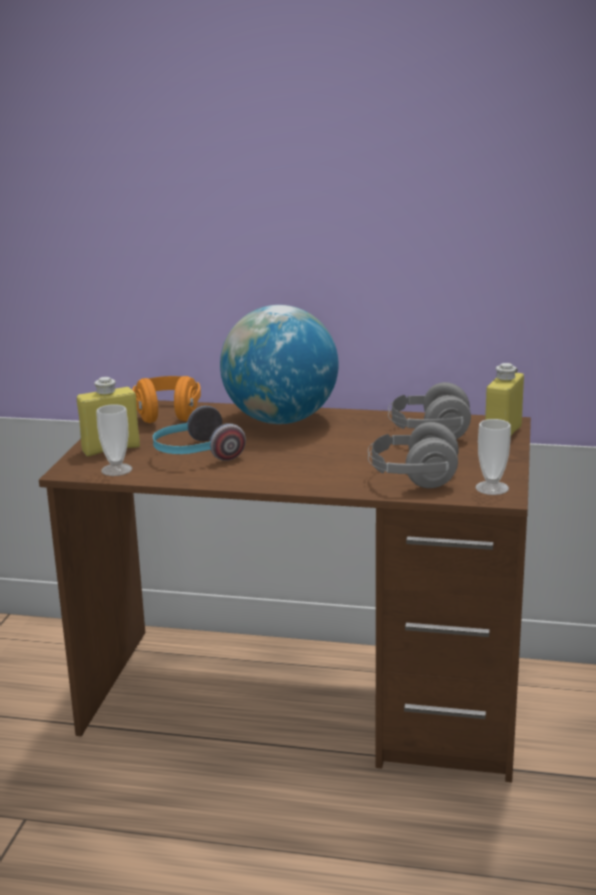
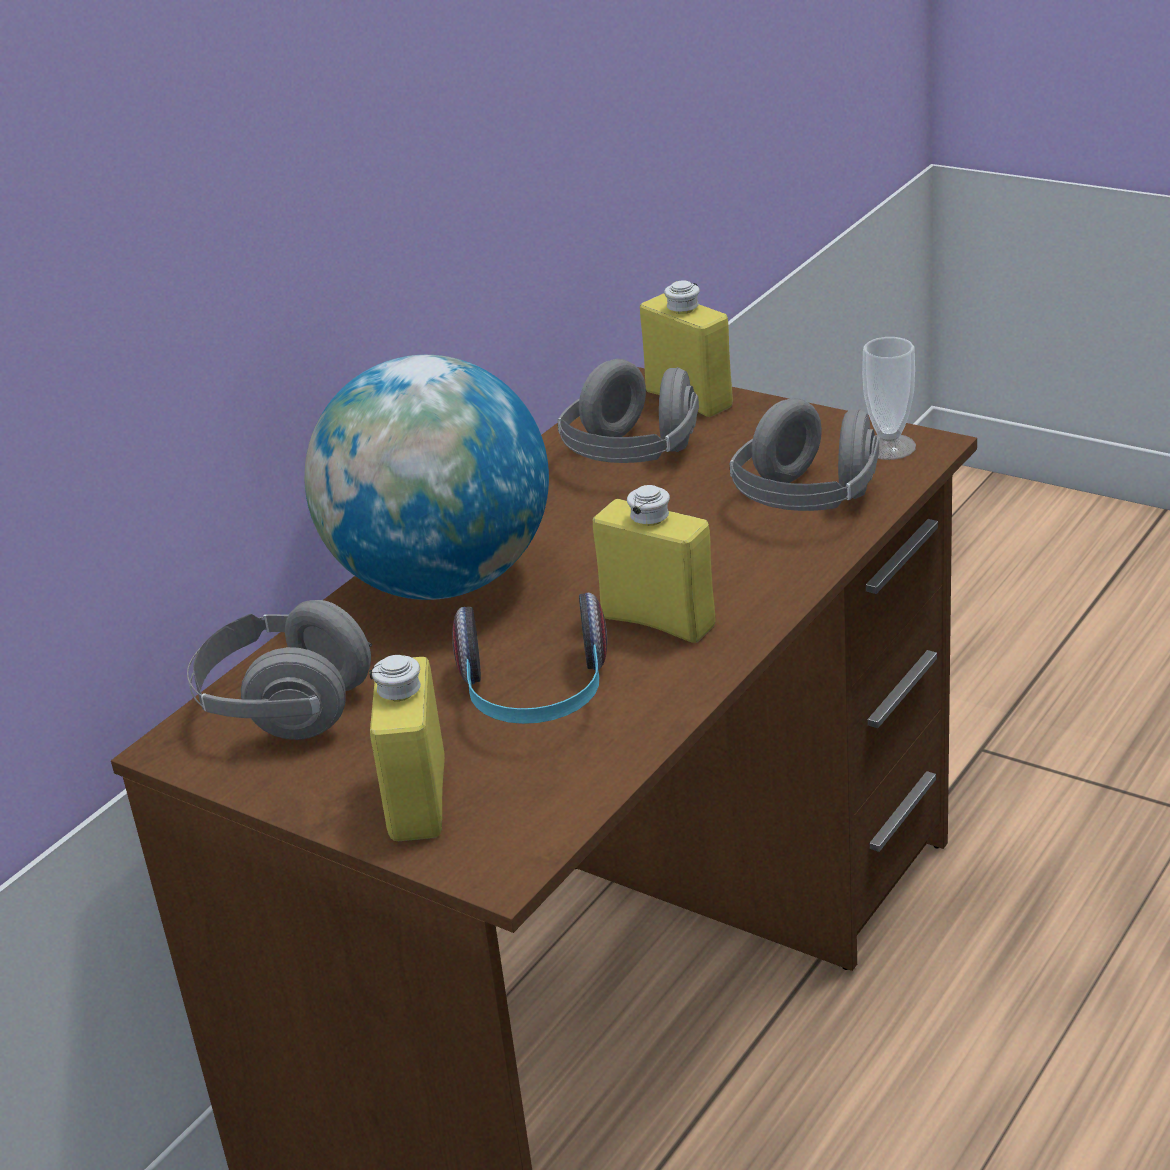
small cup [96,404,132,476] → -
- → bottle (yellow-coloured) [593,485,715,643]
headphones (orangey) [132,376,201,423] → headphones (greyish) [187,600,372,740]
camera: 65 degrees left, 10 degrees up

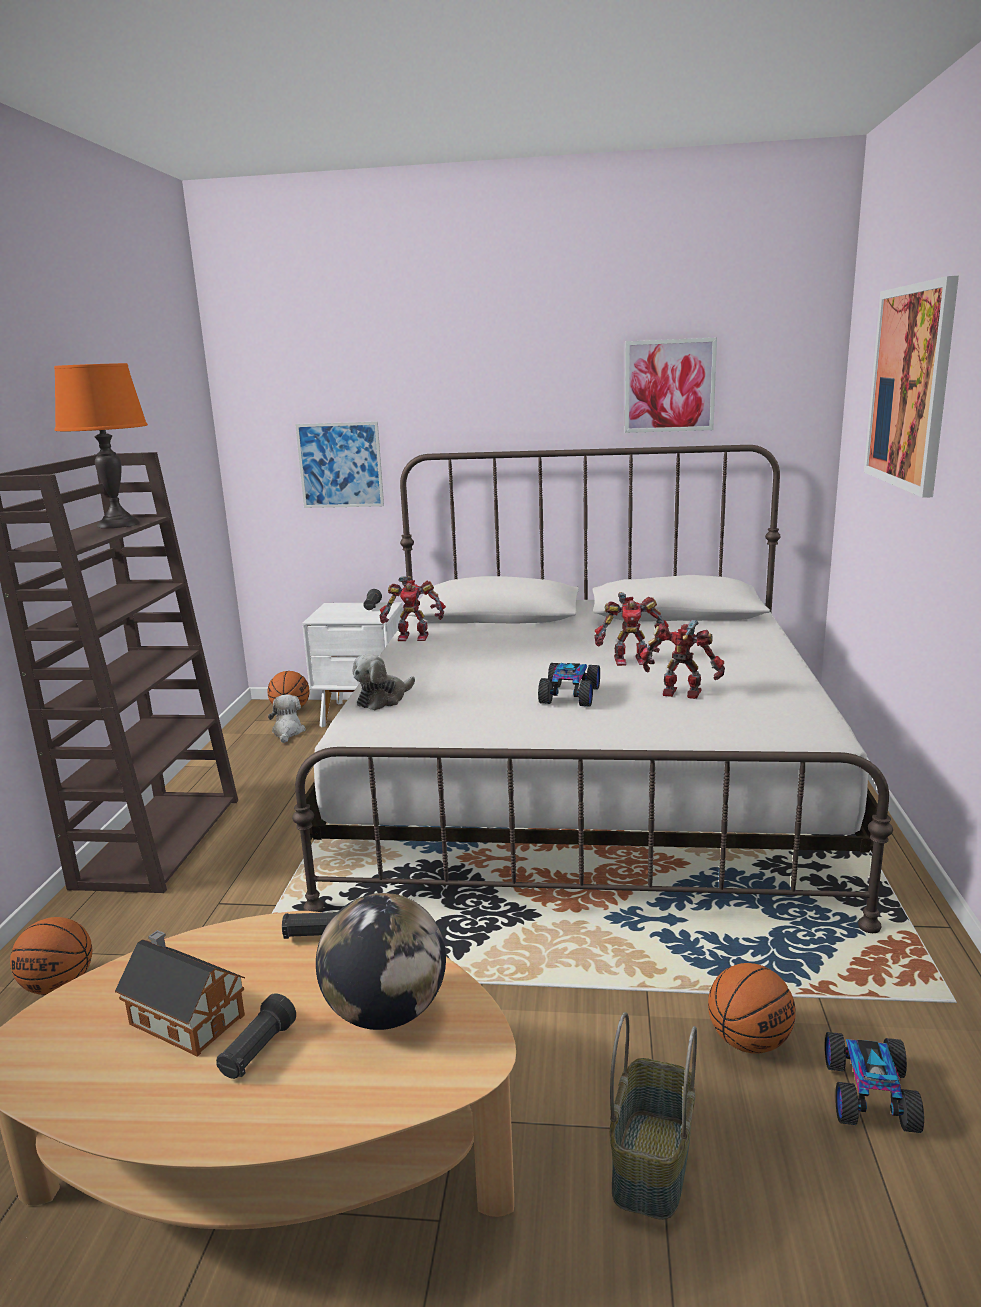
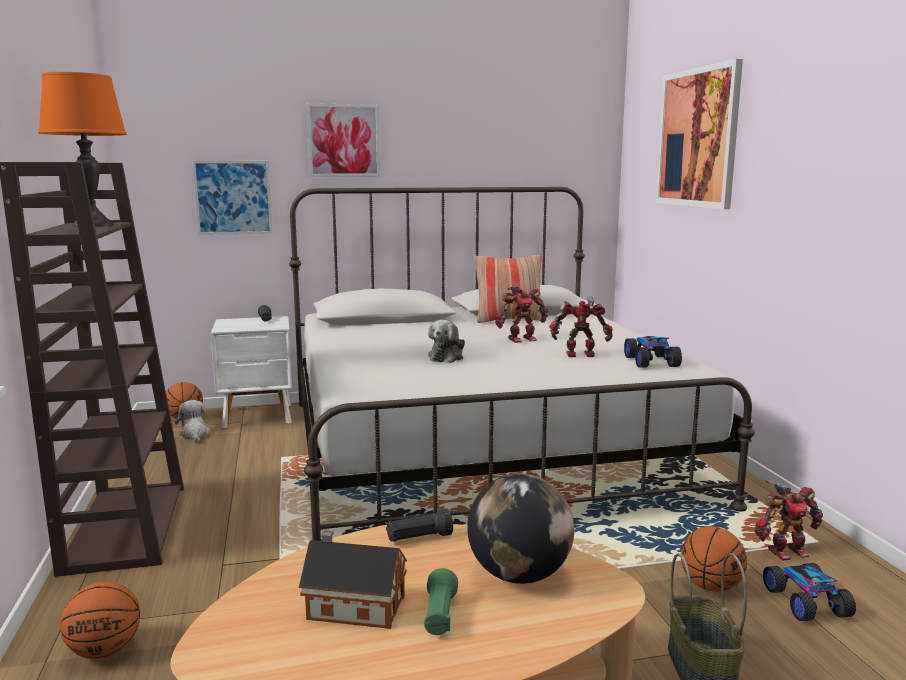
- → throw pillow [474,255,542,323]
soft toy [352,654,415,710] → soft toy [428,320,465,363], shifted
robot figure [379,576,446,641] → robot figure [755,480,823,561], shifted
model car [538,663,600,707] → model car [624,336,682,368], shifted
wall picture [625,338,717,433] → wall picture [306,103,380,177], shifted
hand torch (black) [216,994,296,1079] → hand torch (green) [424,568,458,635]
camera: 20 degrees left, 5 degrees down

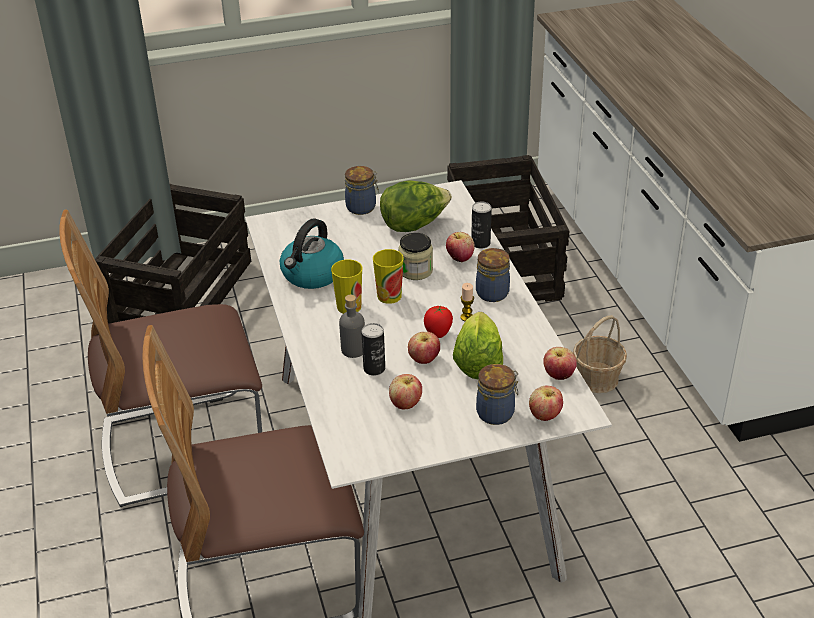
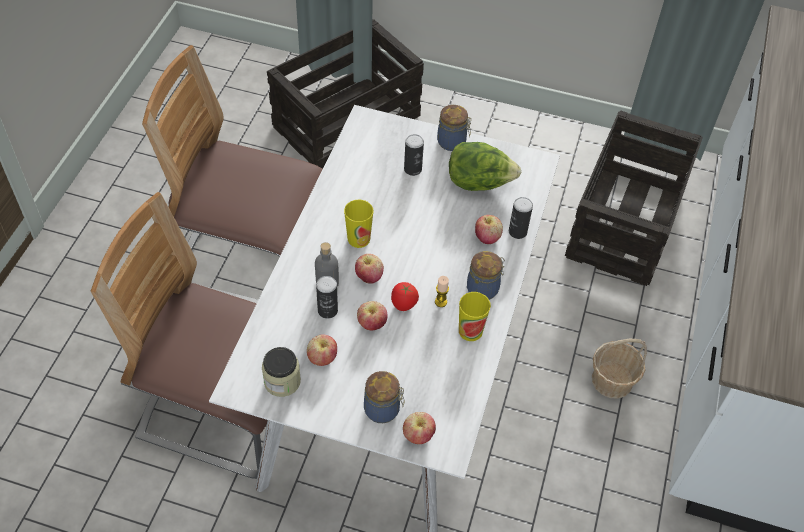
kettle [280,218,344,289] → -
lettuce [453,312,503,379] → -
- → can [404,134,424,176]
small cup [373,249,404,304] → small cup [459,292,491,341], shifted
preserve jar [398,233,433,280] → preserve jar [262,347,301,397], shifted
apple [543,347,577,380] → apple [355,254,384,284], shifted
camera: 30 degrees right, 15 degrees up

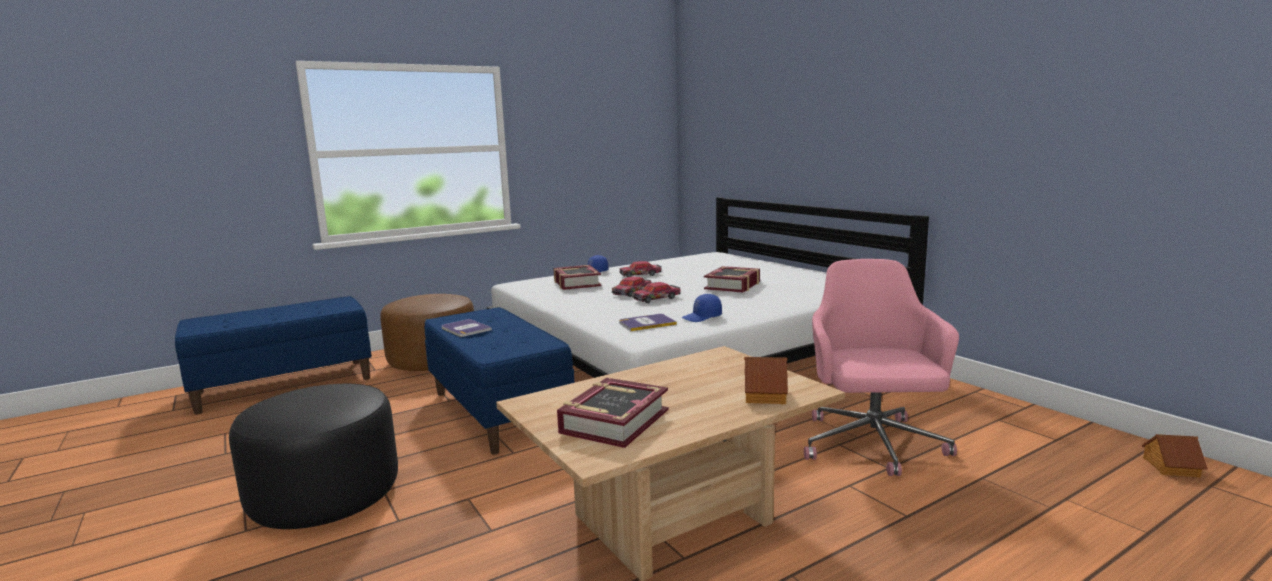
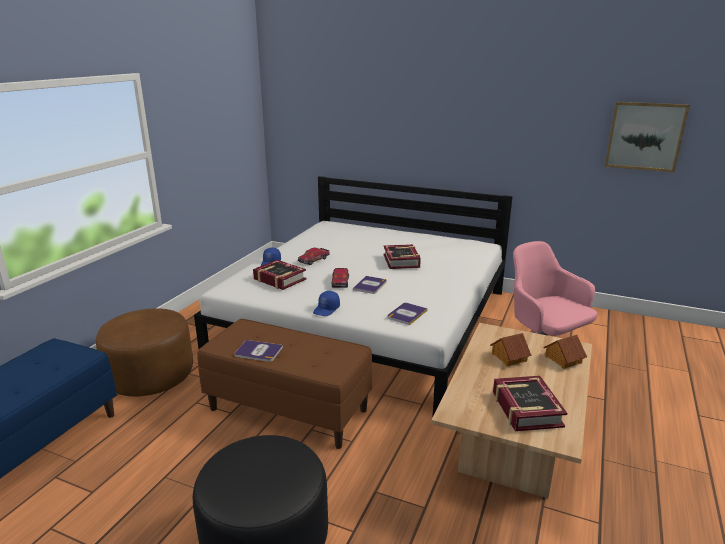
- → wall picture [605,102,690,172]
baseball cap (blue-coloured) [682,294,722,322] → baseball cap (blue-coloured) [313,291,340,316], shifted
model house [1142,434,1208,478] → model house [490,333,532,366], shifted
model car [632,282,681,303] → bound book [353,276,387,294]
long seat (blue-coloured) [425,307,575,455] → long seat (brown) [197,319,372,449]
camera: 35 degrees left, 10 degrees up

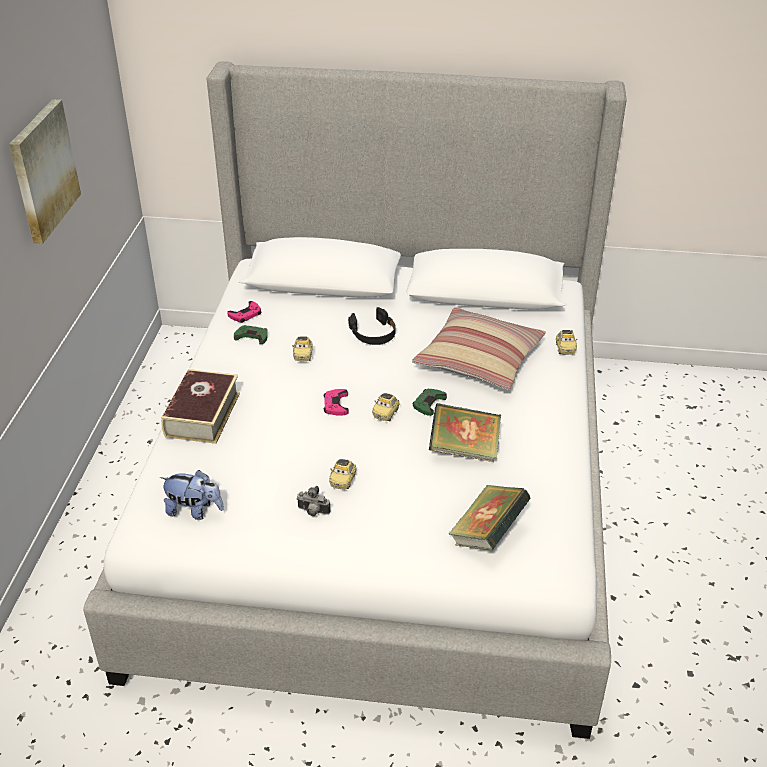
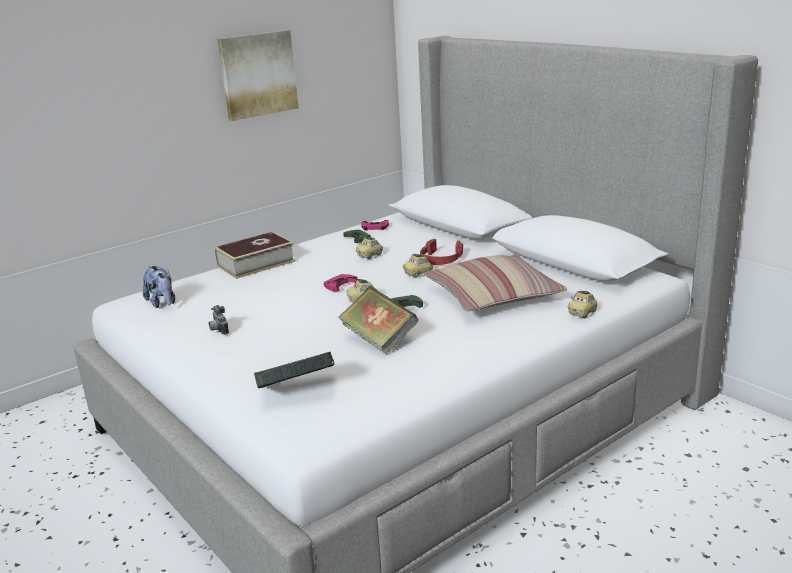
model car [329,459,357,489] → model car [403,254,433,278], shifted
headphones (black) [348,307,396,345] → headphones (red) [420,239,463,265]
camera: 45 degrees right, 15 degrees down

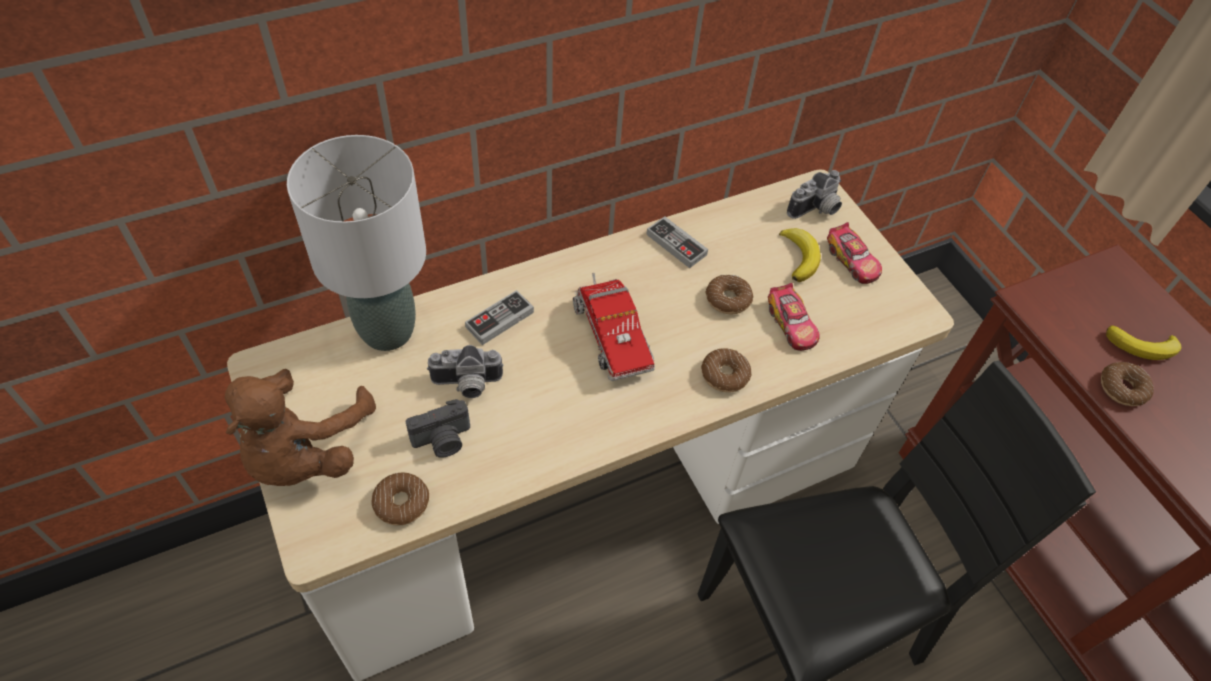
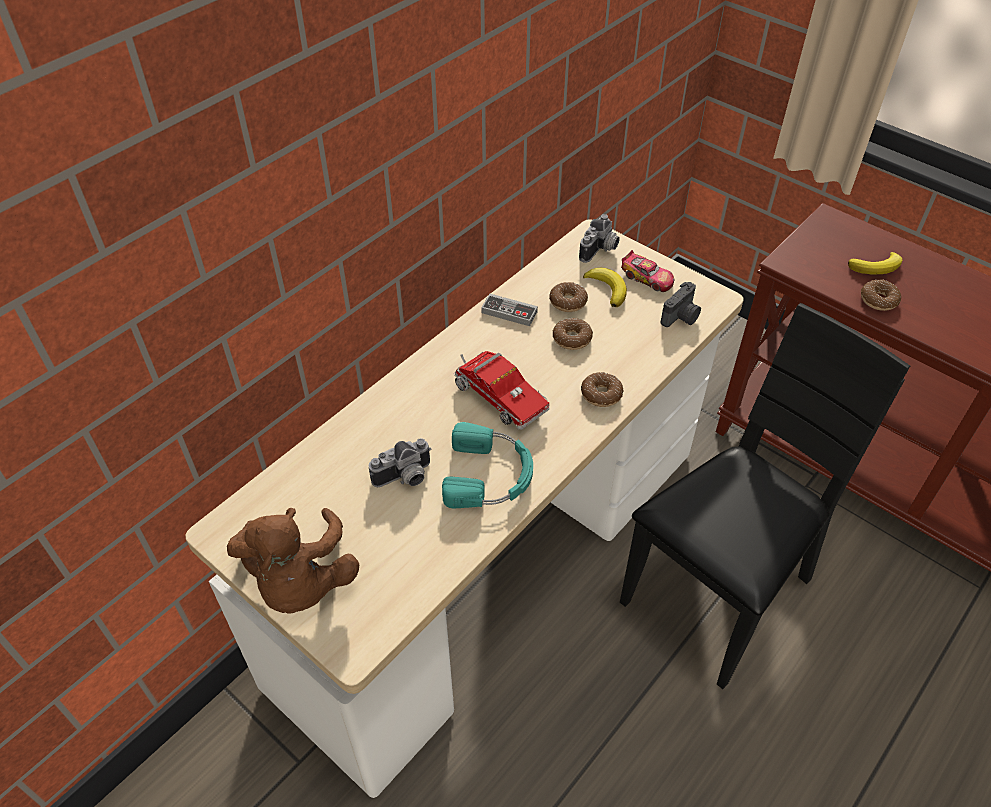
tabletop lamp (greyish) [287,135,426,351] → -
game controller [465,290,534,345] → -
model car [768,283,820,351] → -
- → headphones (turquoise) [442,422,533,508]
donut [371,473,429,525] → donut [549,282,588,312], shifted
photo camera [406,399,470,458] → photo camera [660,282,701,327], shifted
camera: 20 degrees left, 5 degrees down

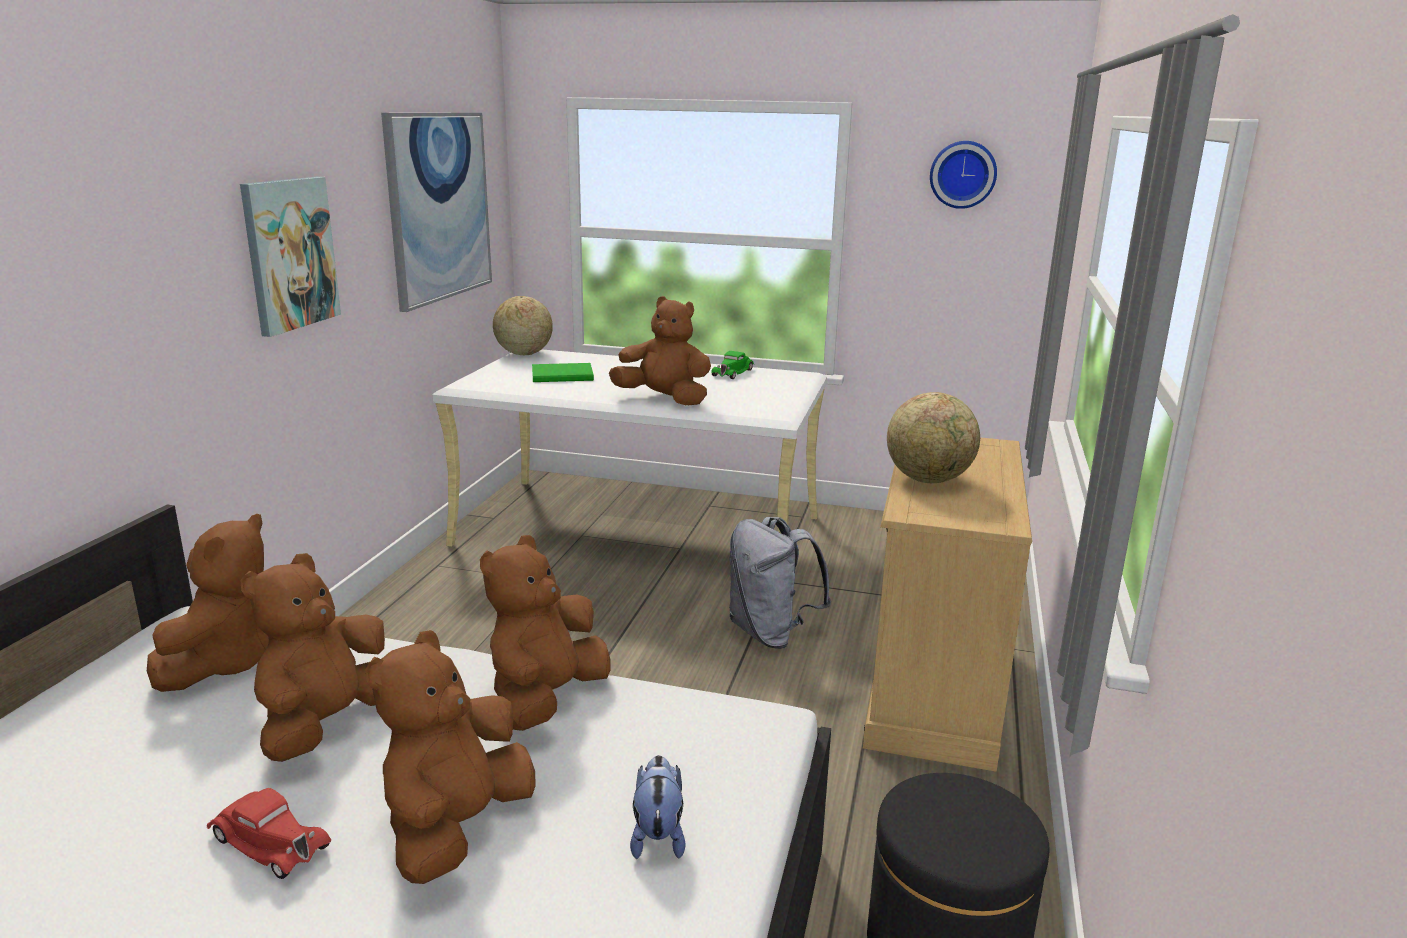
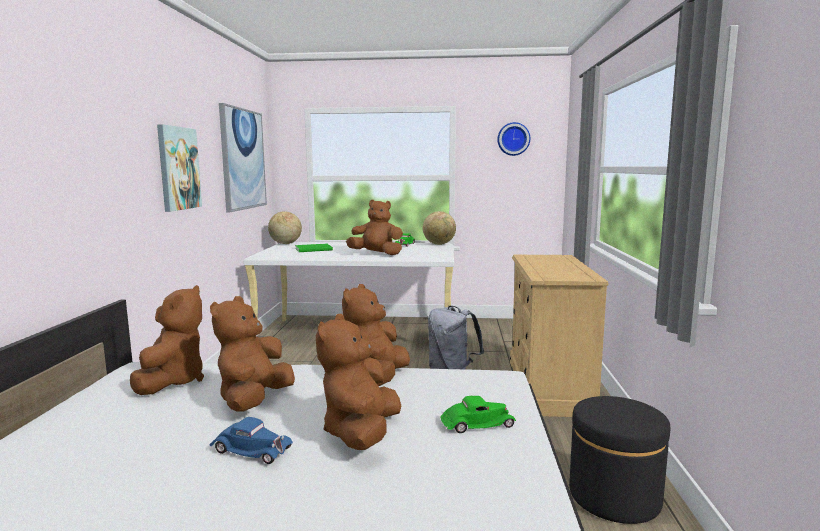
desk globe [887,392,980,483] → desk globe [423,211,456,245], shifted
soft toy [630,755,685,859] → model car (green) [440,396,516,433]
model car (red) [207,788,331,879] → model car (blue-coloured) [209,417,293,464]
camera: 10 degrees left, 10 degrees down

